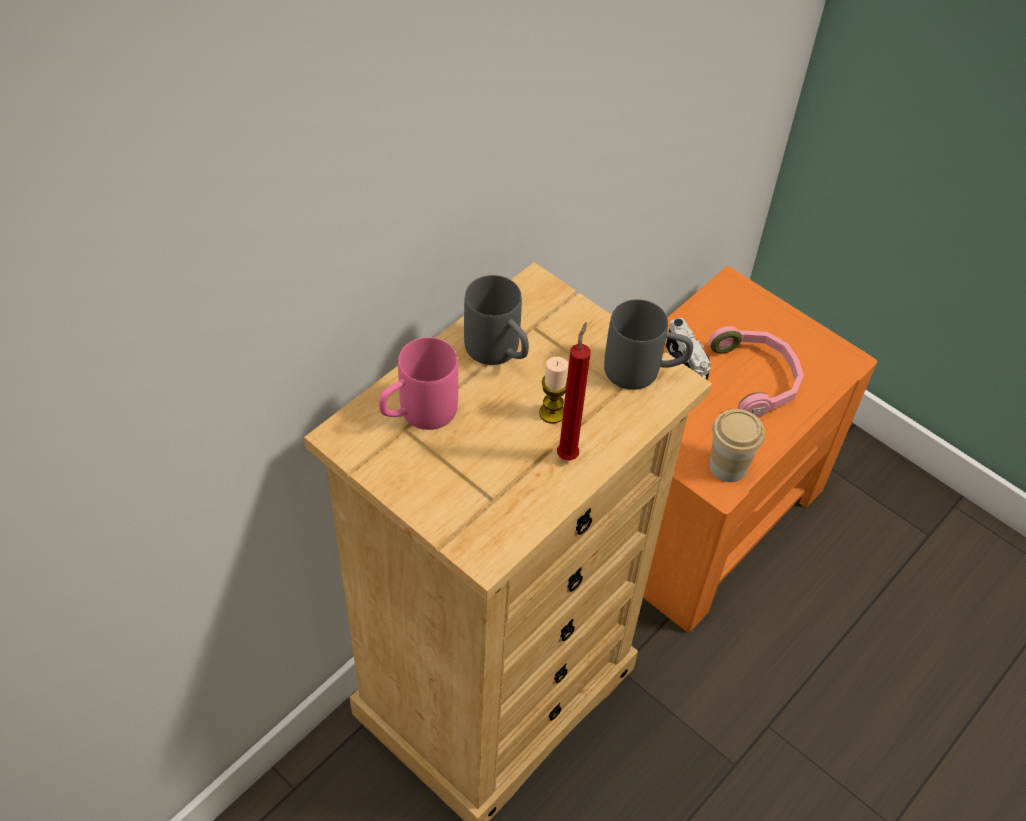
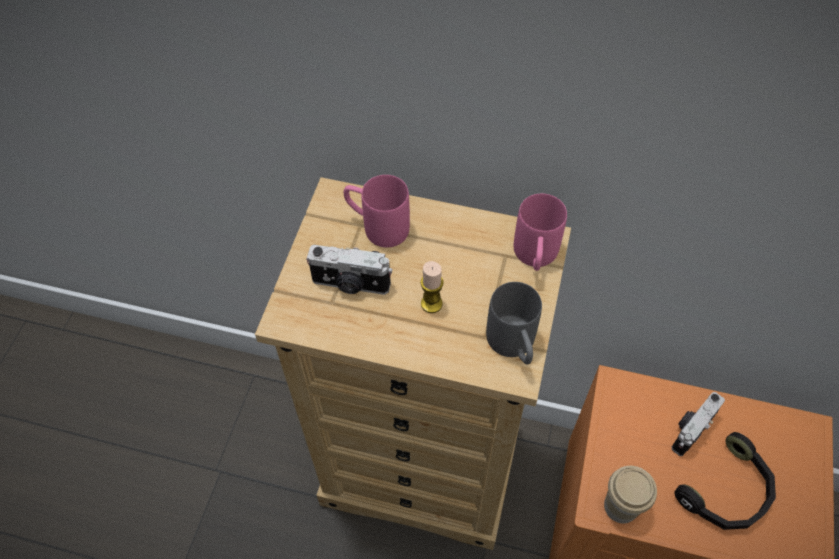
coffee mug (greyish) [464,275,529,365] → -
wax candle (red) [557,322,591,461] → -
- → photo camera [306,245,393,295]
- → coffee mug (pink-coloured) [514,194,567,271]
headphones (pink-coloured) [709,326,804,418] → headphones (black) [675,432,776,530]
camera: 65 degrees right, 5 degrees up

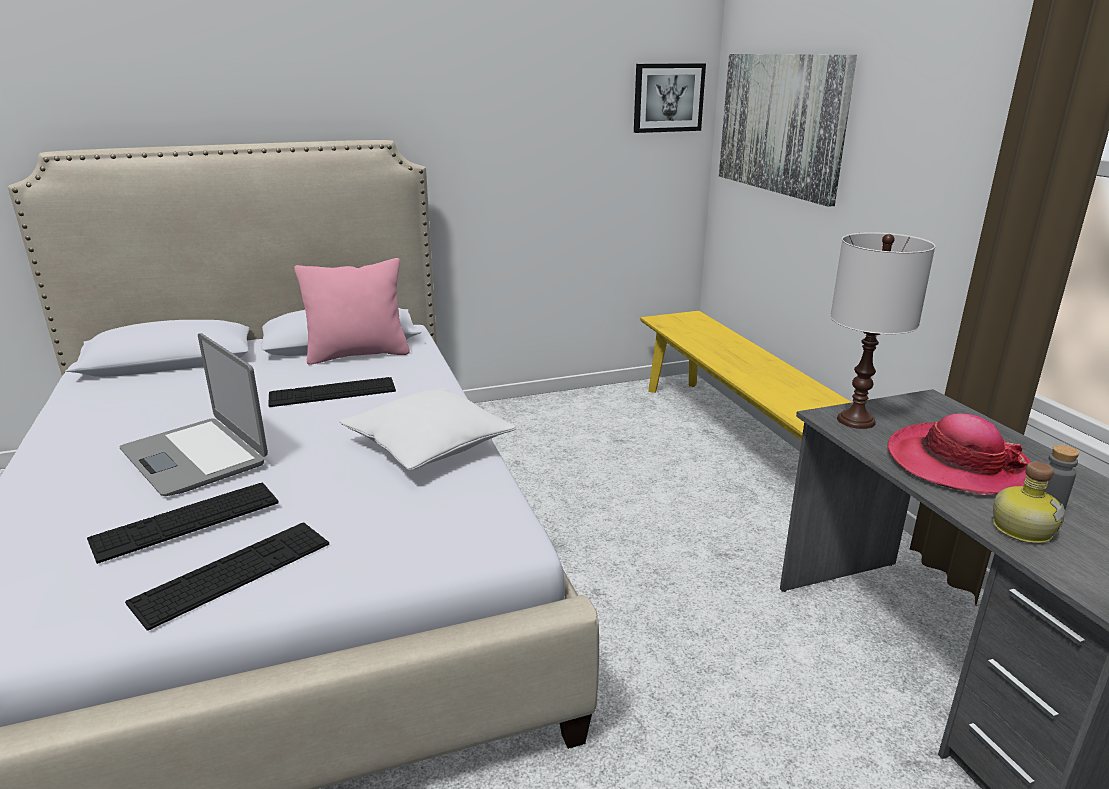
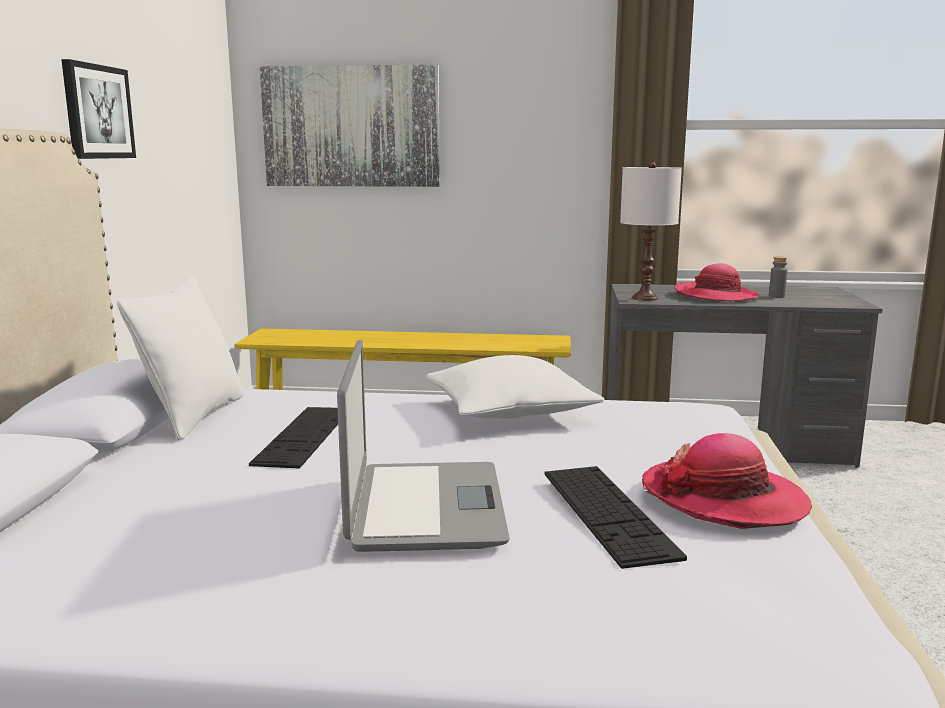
bottle [993,462,1065,544] → -
wall picture [634,63,706,133] → wall picture [61,59,136,159], shifted
keyboard [125,522,329,631] → wearable hat [642,433,812,529]
throw pillow (pink-coloured) [294,258,410,365] → throw pillow (white) [117,276,244,440]
laptop [120,333,268,496] → laptop [337,340,509,552], 75 degrees counterclockwise
camera: 65 degrees left, 10 degrees down

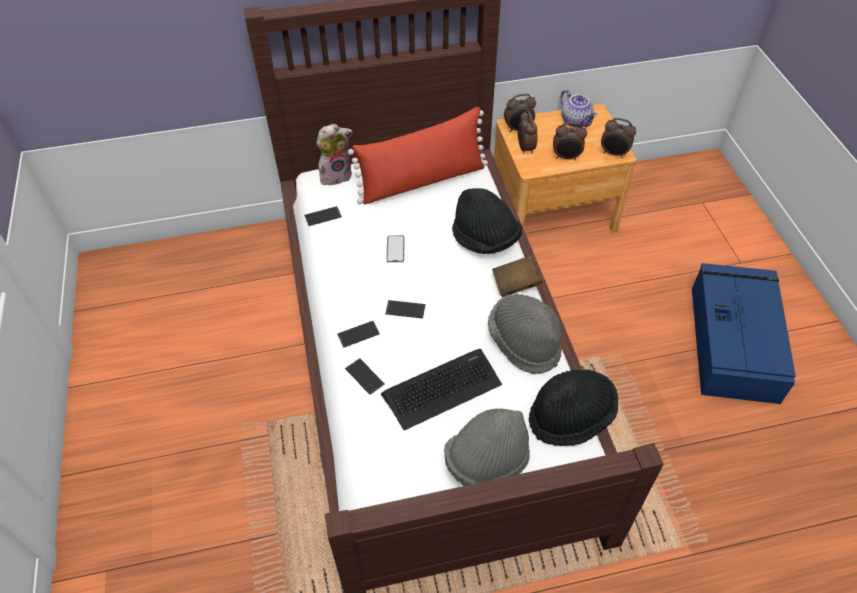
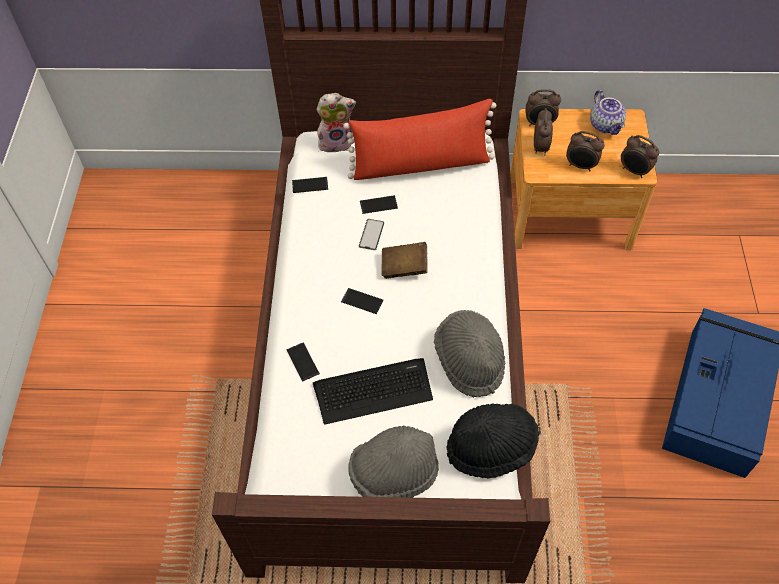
wearable hat (black) [452,188,522,254] → -
handset [337,321,380,348] → handset [360,195,398,214], shifted
bound book (brown) [492,254,544,297] → bound book (brown) [382,242,428,279], shifted
camera: 15 degrees right, 5 degrees up

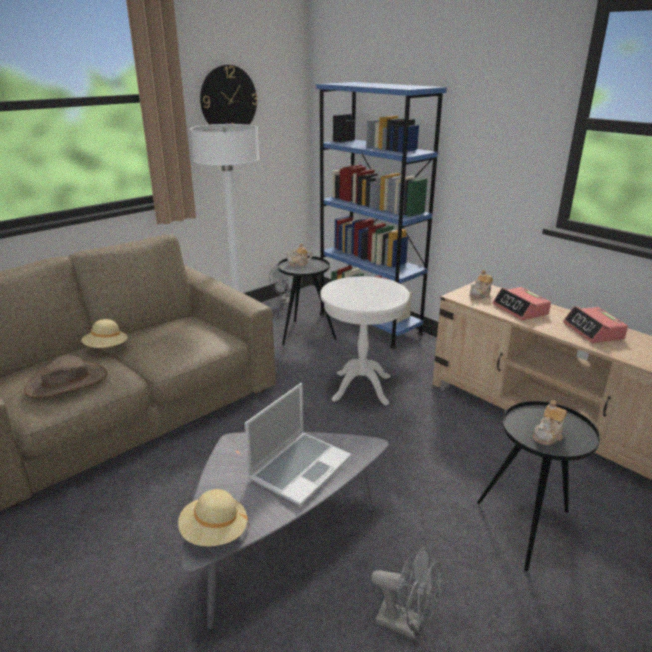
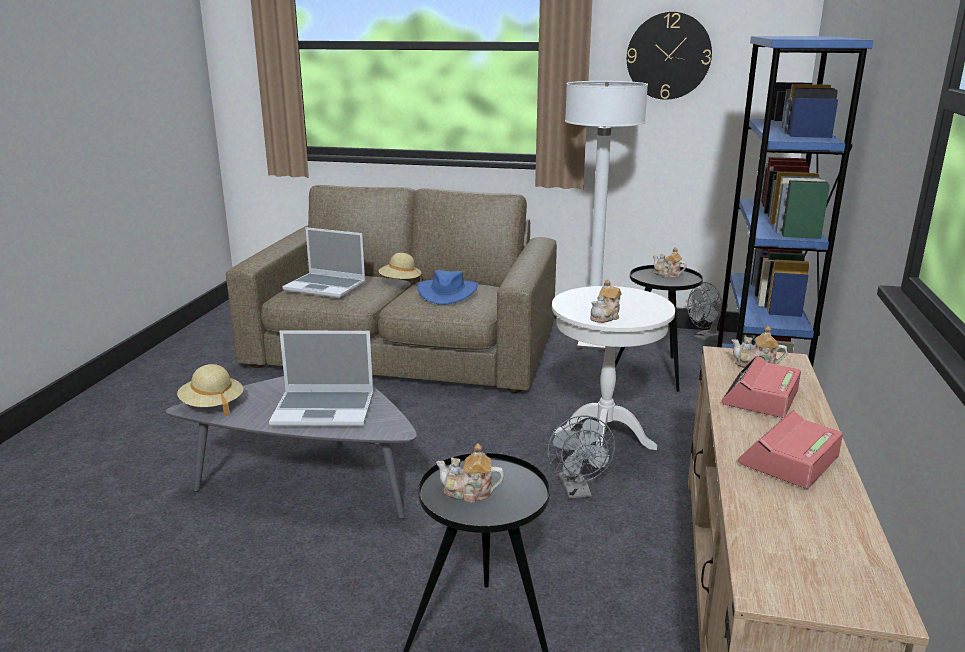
- → wearable hat (blue-coloured) [417,270,478,305]
- → teapot [590,280,622,323]
electric fan (greyish) [371,547,441,640] → electric fan (greyish) [547,415,615,499], shifted
wearable hat (brown) [24,355,107,398] → laptop [282,227,366,298]
camera: 55 degrees right, 5 degrees down

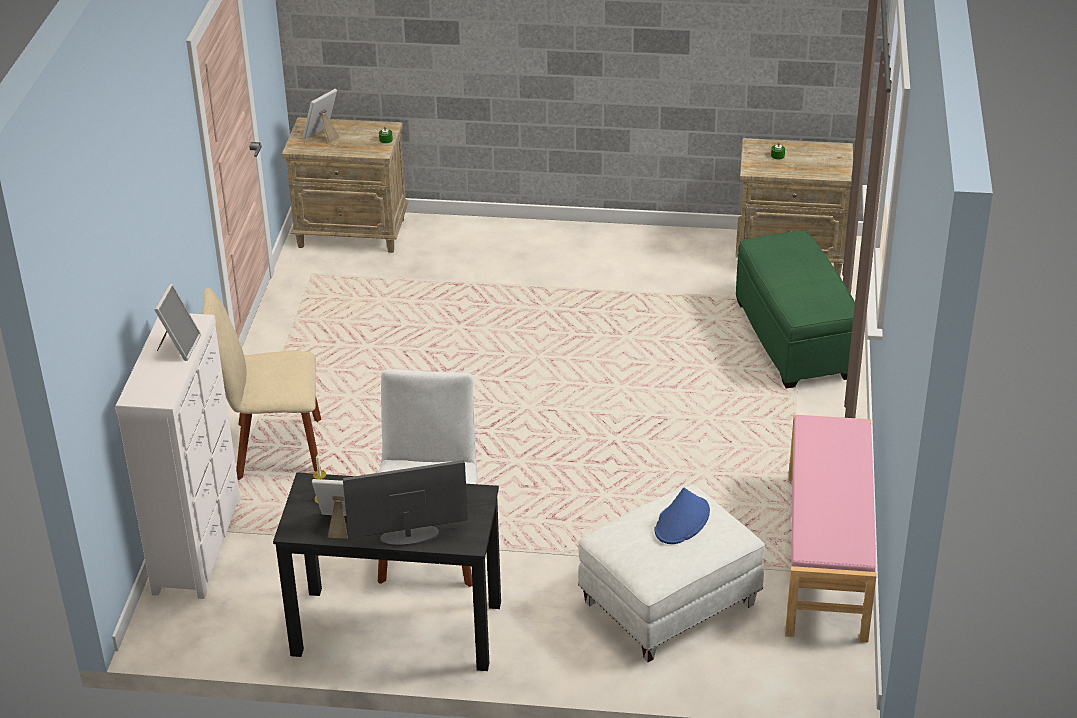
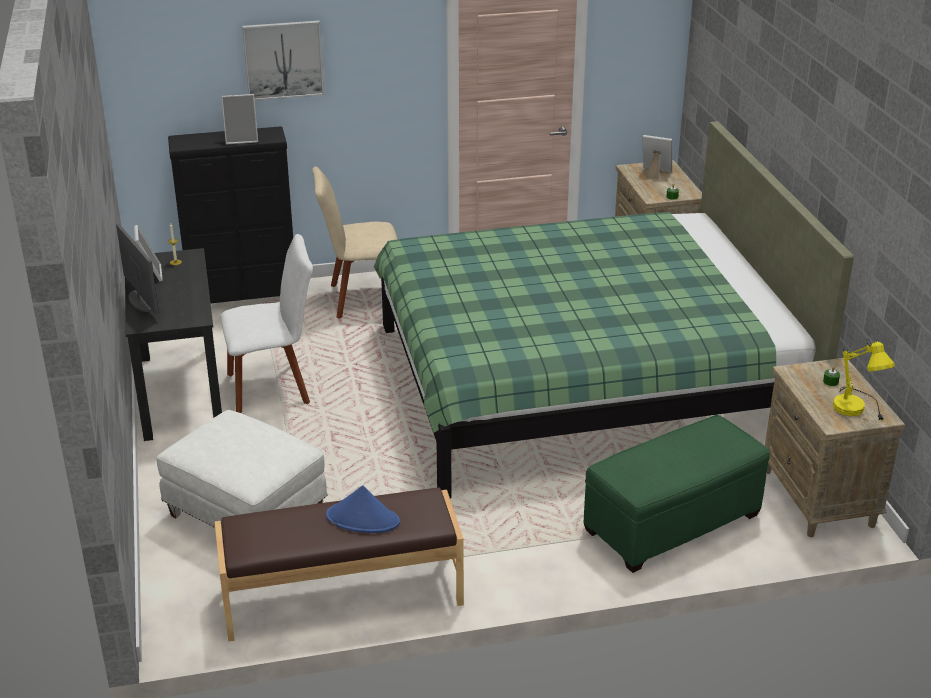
- → wall picture [242,21,324,101]
- → bed (green) [374,121,854,499]
- → tabletop lamp (yellow-coloured) [833,339,895,421]
wearable hat (blue-coloured) [655,488,710,544] → wearable hat (blue-coloured) [326,485,400,533], shifted
drawer chest (white) [115,313,241,599] → drawer chest (black) [168,126,293,303]
long seat (pink-coloured) [785,415,877,643] → long seat (brown) [215,487,464,641]
upright chair (beige) [202,288,321,480] → upright chair (beige) [312,166,398,319], 75 degrees counterclockwise
camera: 70 degrees right, 5 degrees down

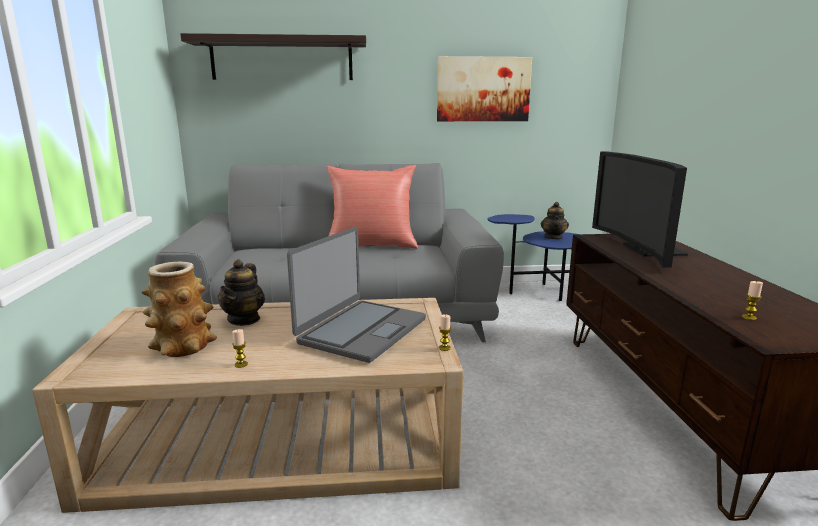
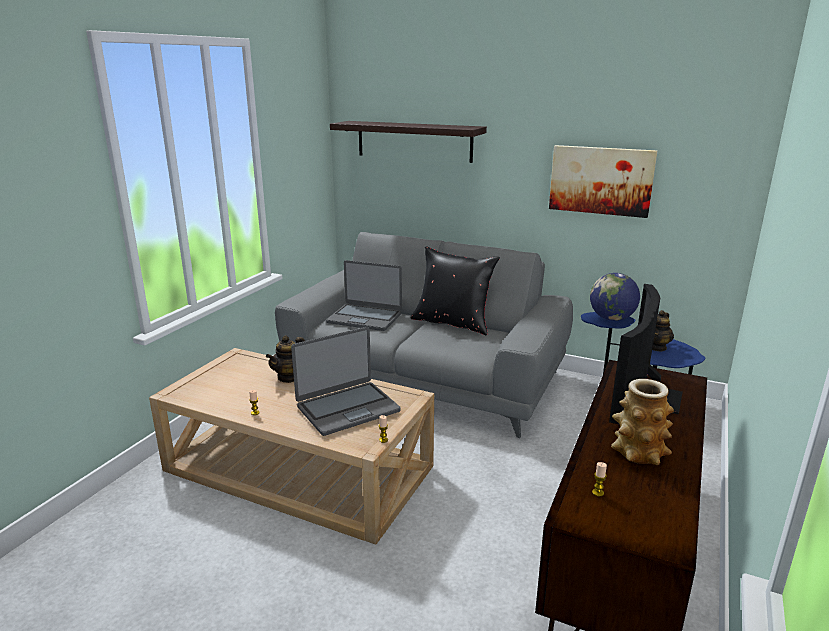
- → laptop [326,260,402,331]
- → desk globe [590,273,640,321]
vase [142,262,217,357] → vase [611,379,674,465], shifted
throw pillow (red) [327,165,418,249] → throw pillow (black) [411,246,500,336]
camera: 30 degrees right, 5 degrees up

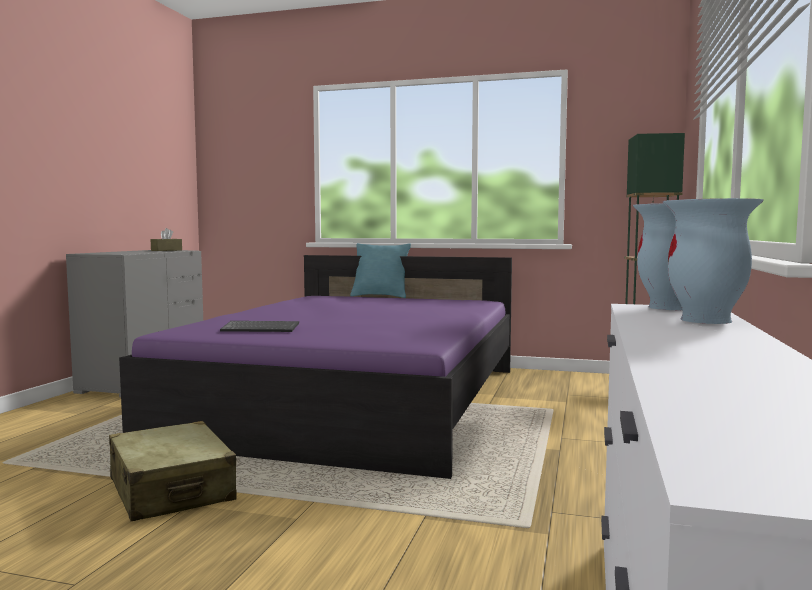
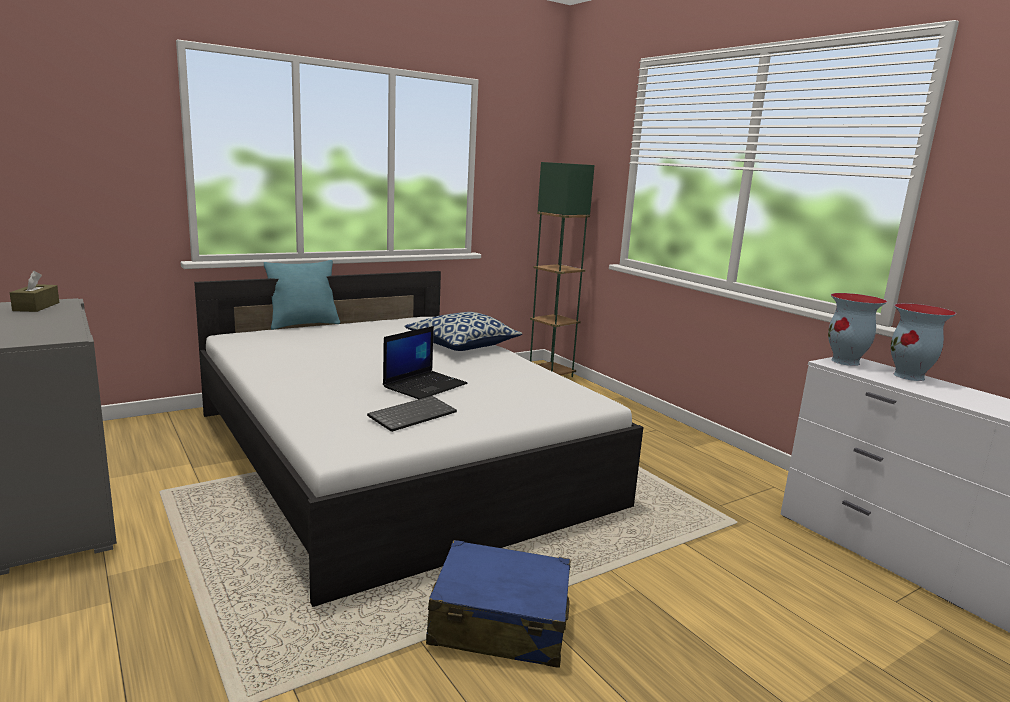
- → laptop [383,326,468,399]
- → throw pillow [404,312,522,351]
suitcase (beige) [109,421,236,521] → suitcase (blue-coloured) [426,540,570,668]
bed (purple-coloured) [119,255,512,479] → bed (white) [194,271,643,607]
camera: 50 degrees left, 10 degrees up

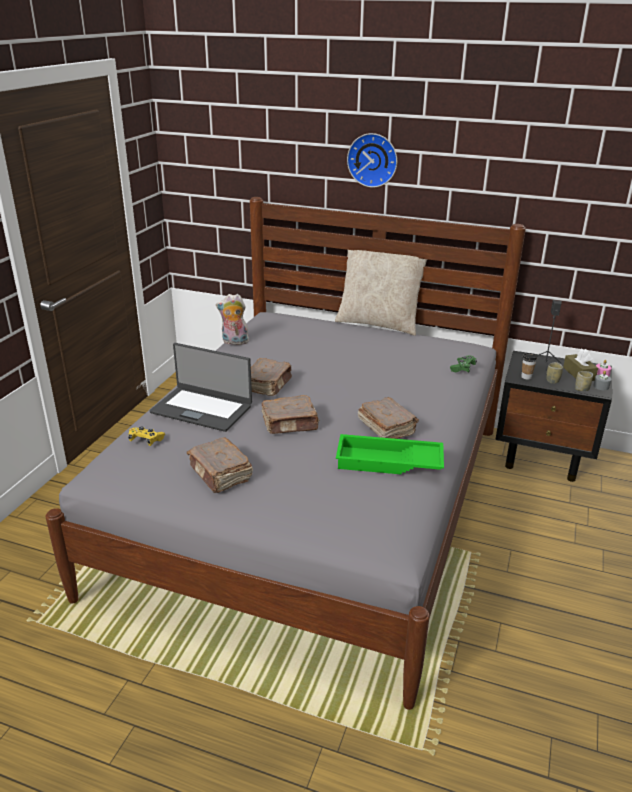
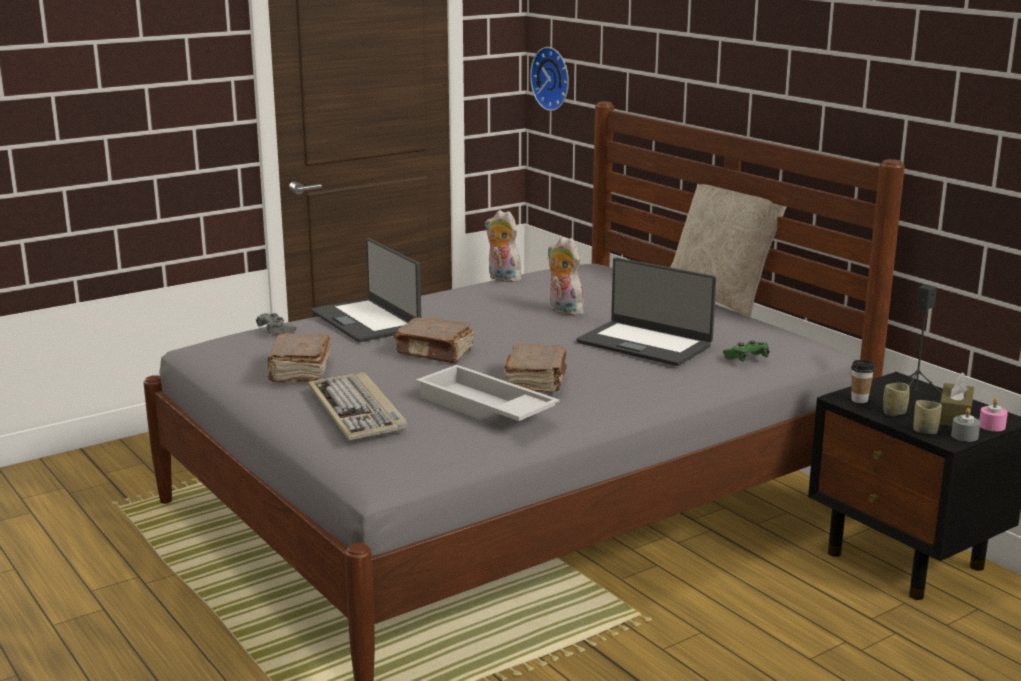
bound book (brown) [251,358,292,396] → -
- → keyboard [308,372,407,440]
- → soft toy [548,236,585,316]
- → laptop [576,257,716,366]
wall clock [347,133,397,188] → wall clock [530,47,569,111], shifted
game controller (yellow-coloured) [128,426,165,446] → game controller (greyish) [256,313,296,334]
carrying tray (green) [336,434,444,475] → carrying tray (white) [416,365,559,421]
camera: 35 degrees right, 10 degrees down

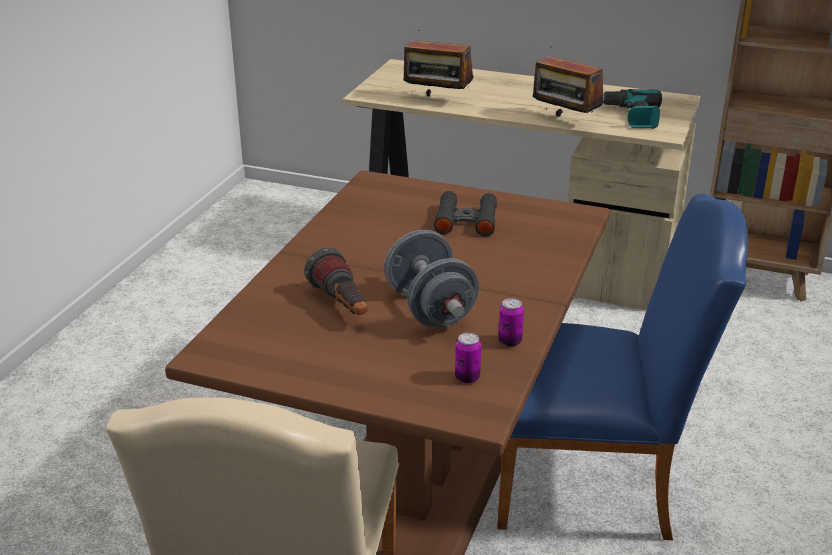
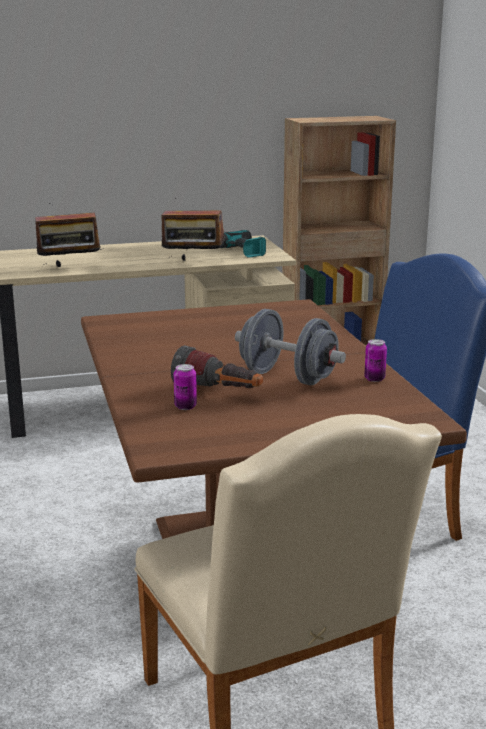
pair of binoculars (black) [434,191,497,236] → -
can [455,333,481,384] → can [174,364,197,410], shifted
camera: 35 degrees left, 10 degrees down

